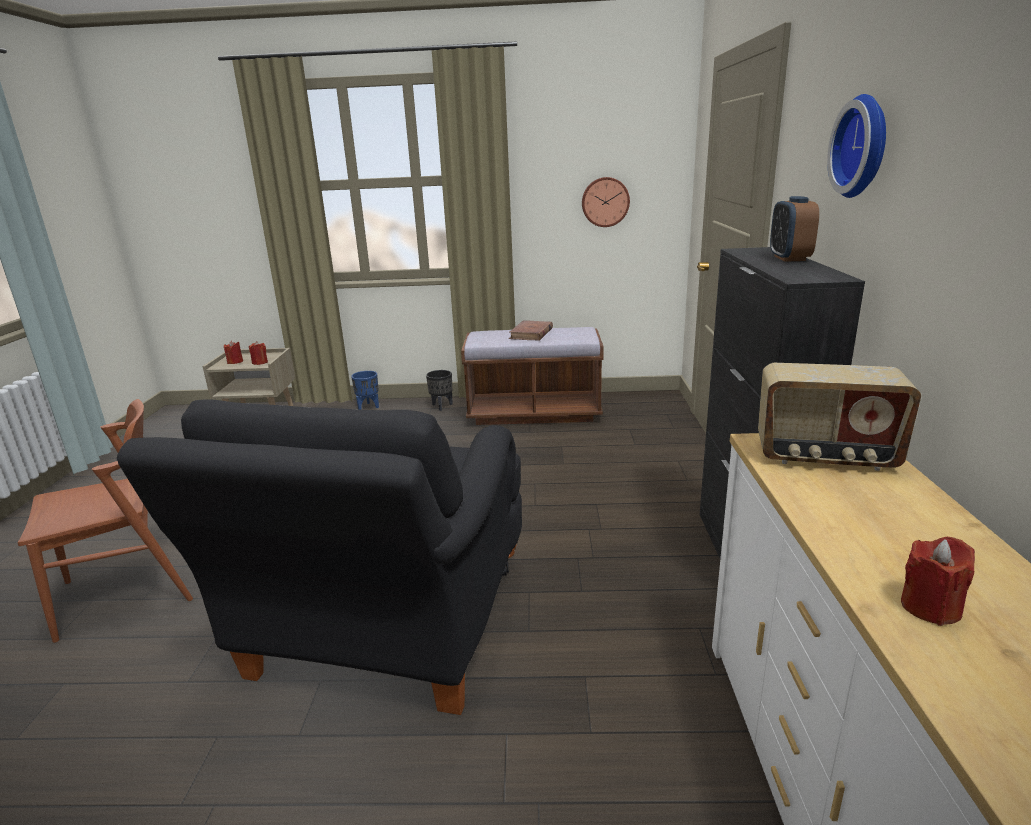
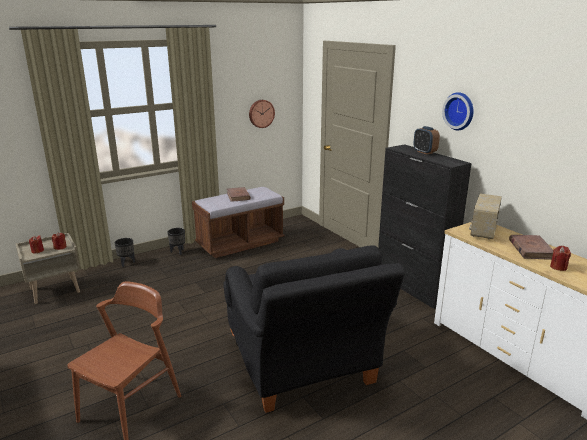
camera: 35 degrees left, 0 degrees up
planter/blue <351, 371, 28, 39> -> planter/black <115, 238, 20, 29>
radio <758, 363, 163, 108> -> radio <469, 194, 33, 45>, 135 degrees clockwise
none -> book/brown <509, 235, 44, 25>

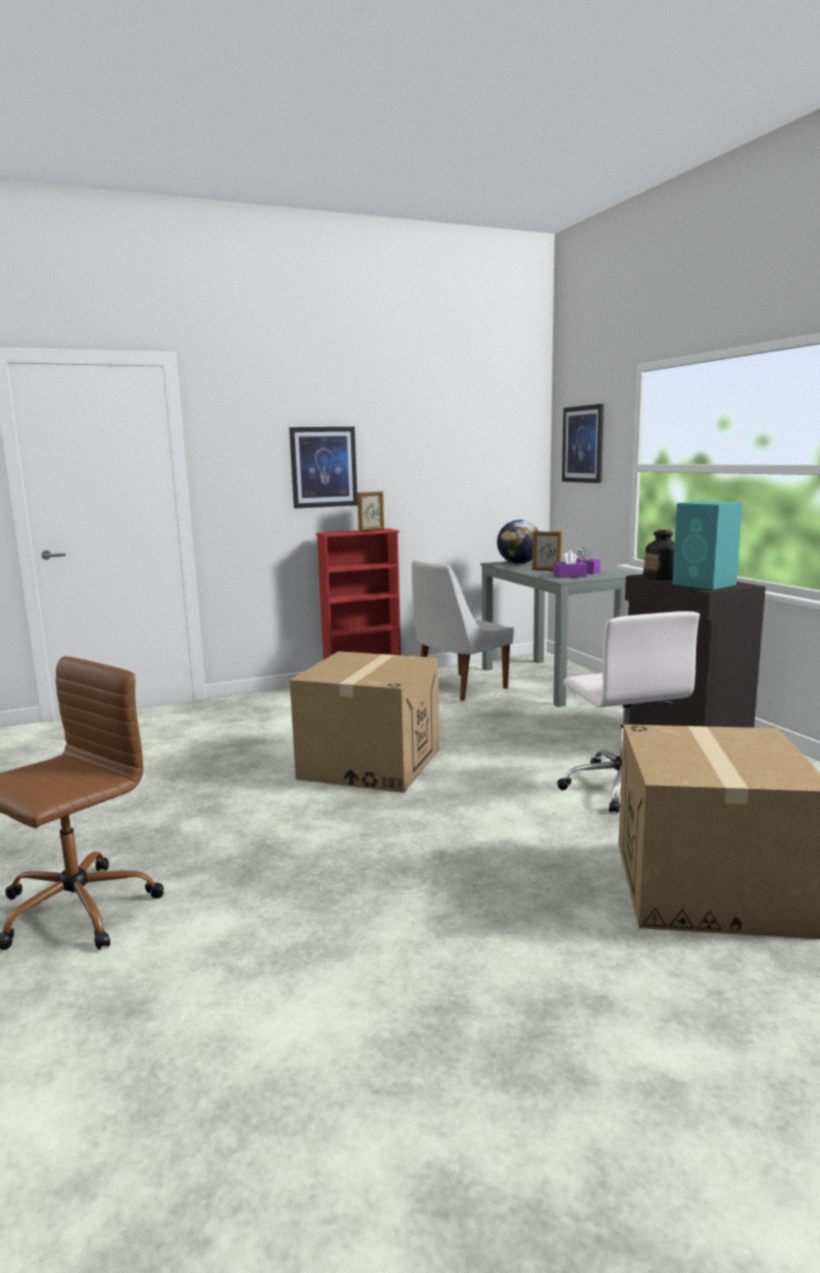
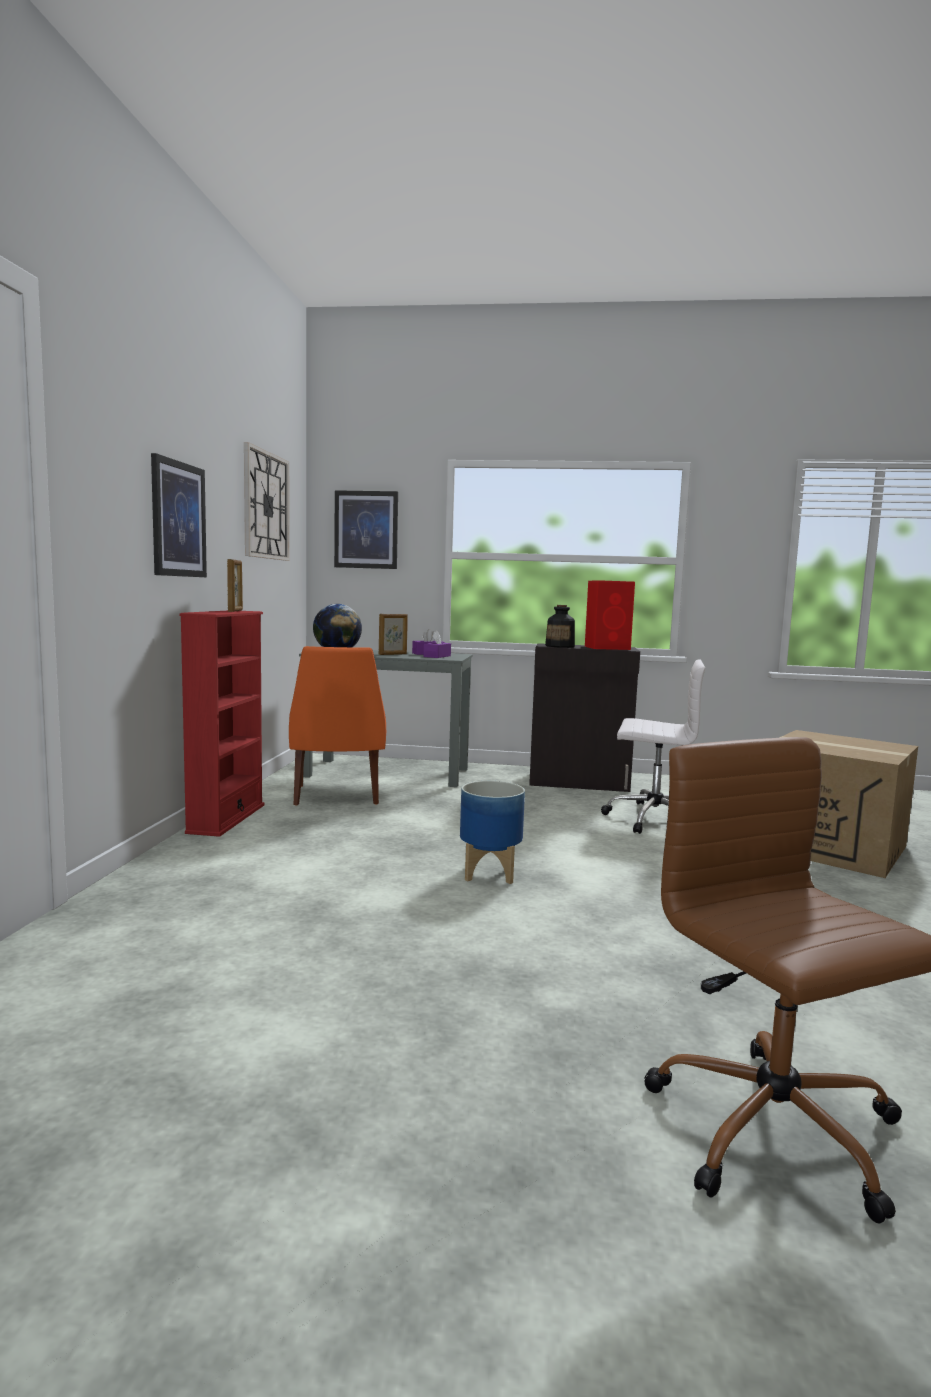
camera: 60 degrees left, 5 degrees down
none -> wall clock <244, 442, 46, 119>
chair/white <412, 560, 102, 141> -> chair/orange <289, 646, 97, 159>
cardboard box <290, 651, 149, 142> -> planter <460, 781, 65, 103>
speaker/turquoise <672, 501, 70, 89> -> speaker/red <585, 580, 50, 70>

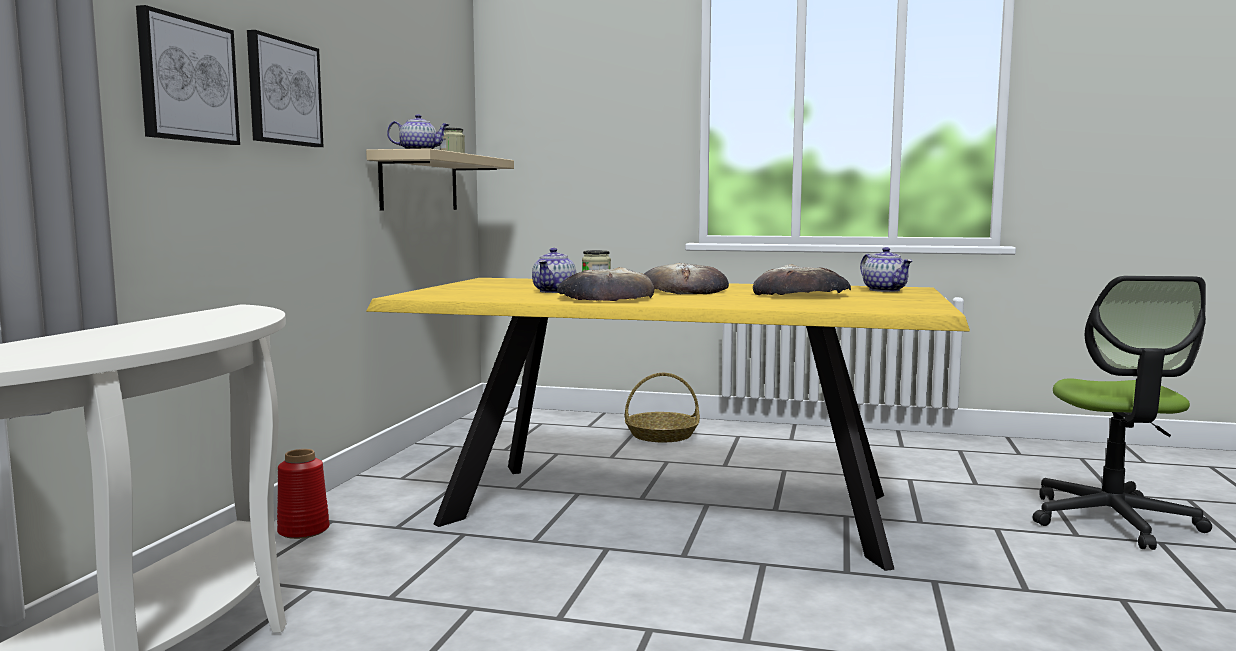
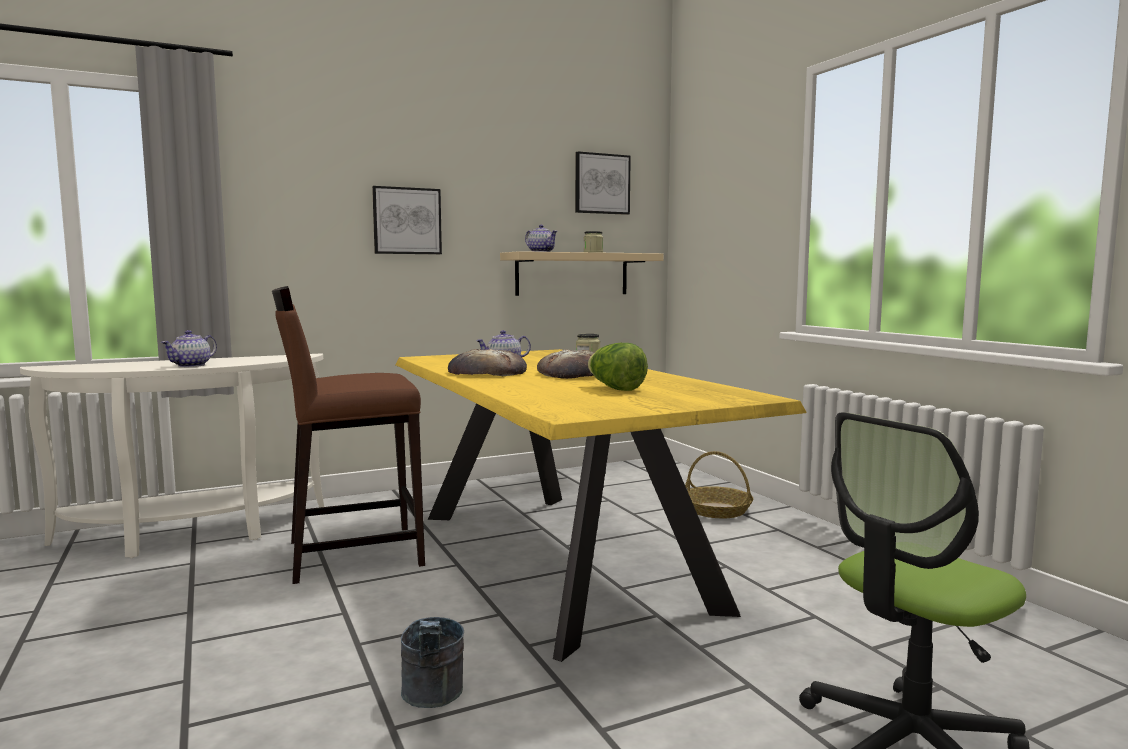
camera: 50 degrees right, 0 degrees up
teapot <860, 247, 53, 45> -> teapot <161, 330, 56, 37>, move
none -> stool/brown <272, 286, 153, 298>
none -> bucket/grey <401, 617, 63, 91>
picture <136, 5, 104, 140> -> picture <575, 151, 56, 64>, move
bread <753, 264, 98, 31> -> lettuce <588, 343, 60, 48>
vase/red <277, 449, 53, 90> -> none

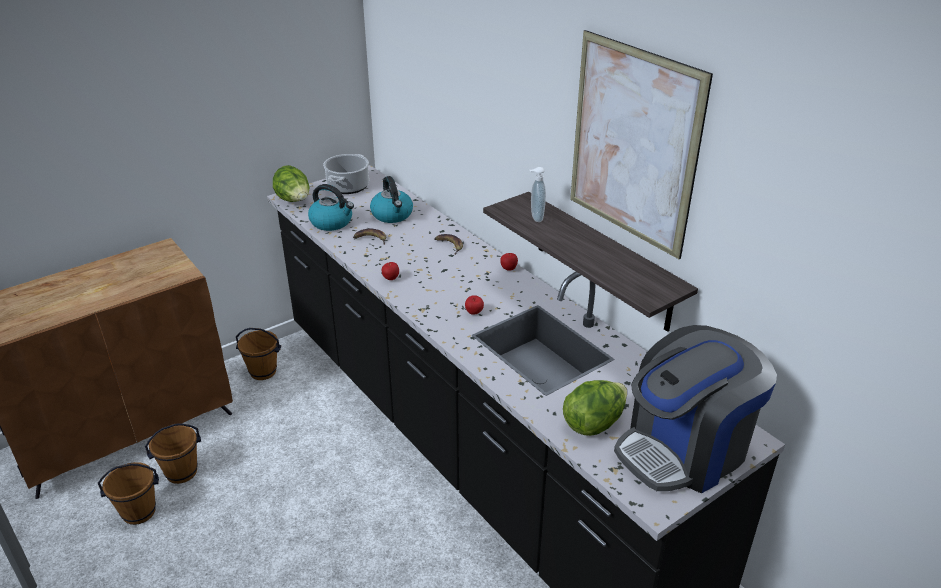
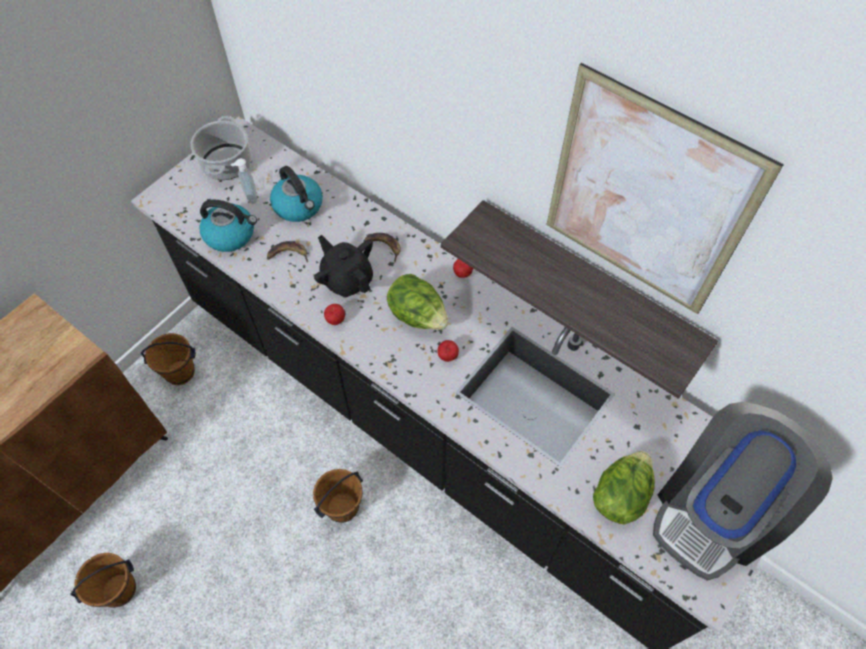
camera: 15 degrees left, 25 degrees up
soap dispenser <530, 167, 16, 55> -> soap dispenser <231, 158, 26, 46>, move
bucket/brown <145, 423, 56, 61> -> bucket/brown <313, 469, 50, 54>, move
none -> teapot/black <314, 235, 59, 62>
lettuce <273, 165, 37, 37> -> lettuce <387, 274, 62, 56>, move

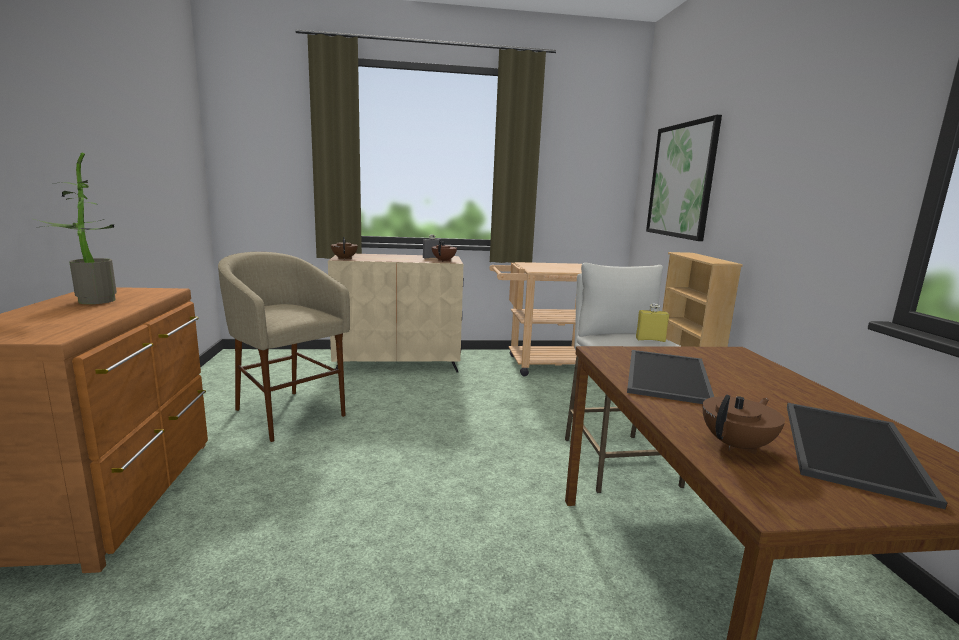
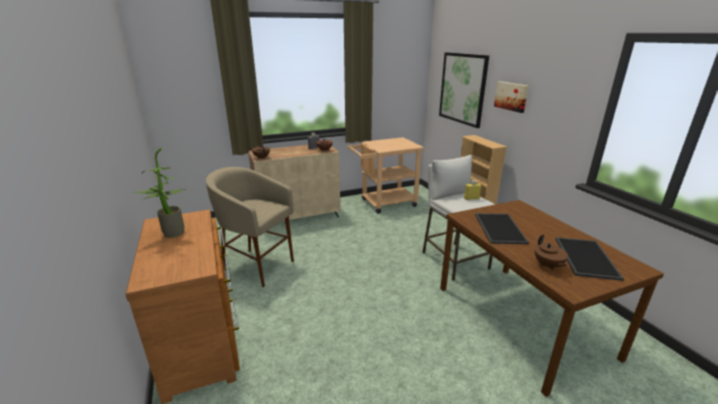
camera: 15 degrees left, 10 degrees up
none -> picture <494, 81, 35, 32>
teapot/brown <702, 394, 83, 61> -> teapot/brown <535, 235, 33, 35>, 135 degrees clockwise

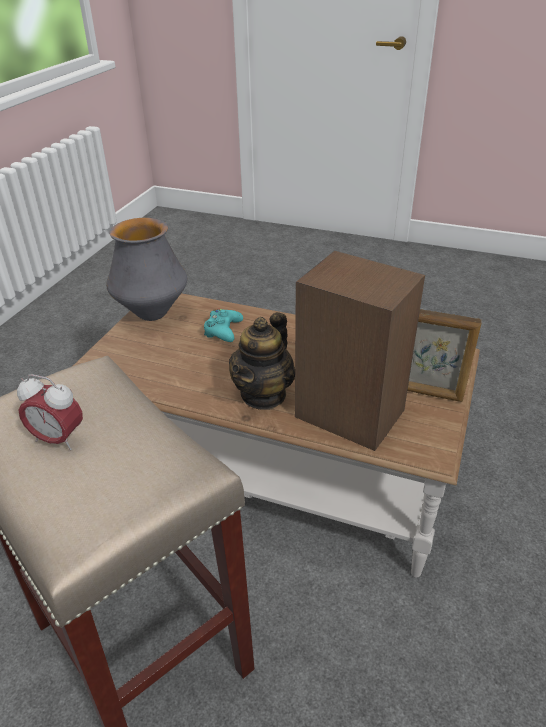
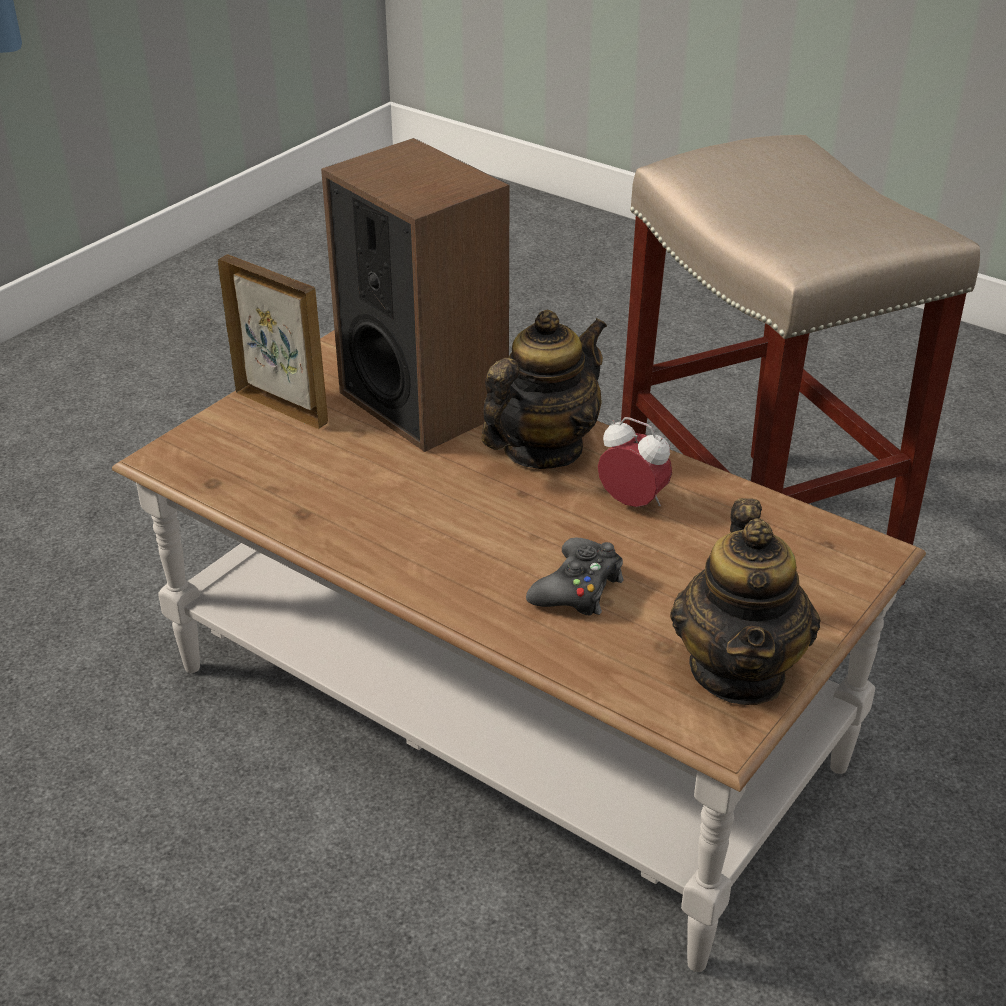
camera: 165 degrees left, 0 degrees up
game controller/turquoise <204, 309, 39, 33> -> game controller/black <526, 538, 98, 78>
alarm clock <17, 374, 66, 76> -> alarm clock <598, 417, 74, 90>, move
vase <106, 218, 81, 103> -> teapot <670, 498, 151, 207>

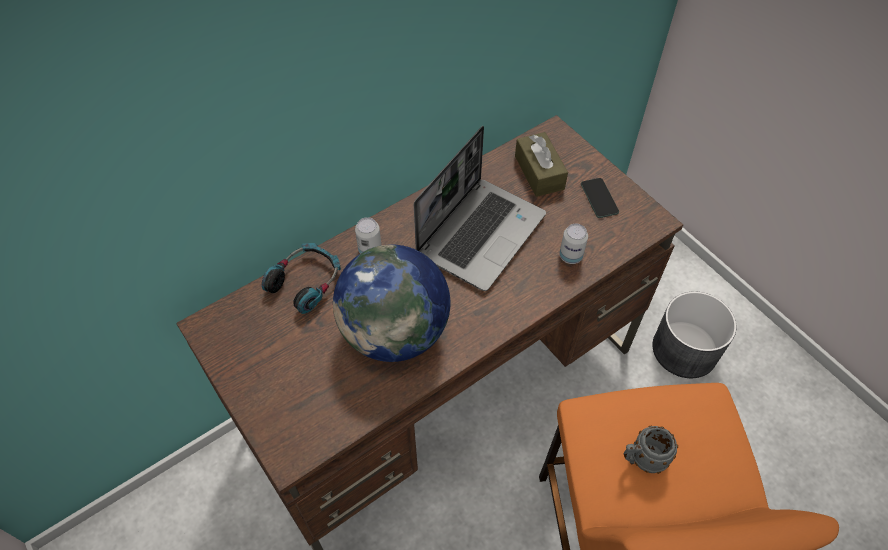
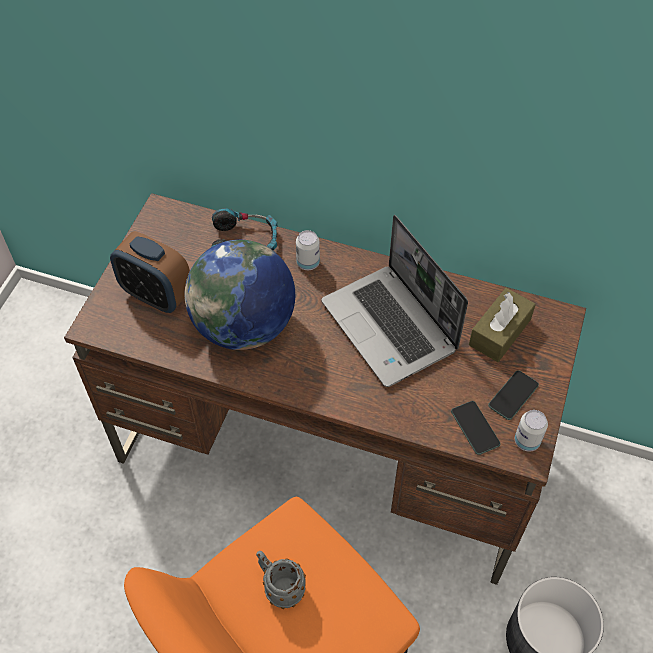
camera: 55 degrees right, 0 degrees up
none -> alarm clock <110, 231, 80, 82>
laptop <414, 126, 132, 165> -> laptop <322, 215, 146, 172>, 60 degrees clockwise
none -> phone <451, 401, 49, 54>
can <559, 224, 29, 40> -> can <515, 410, 33, 41>, move

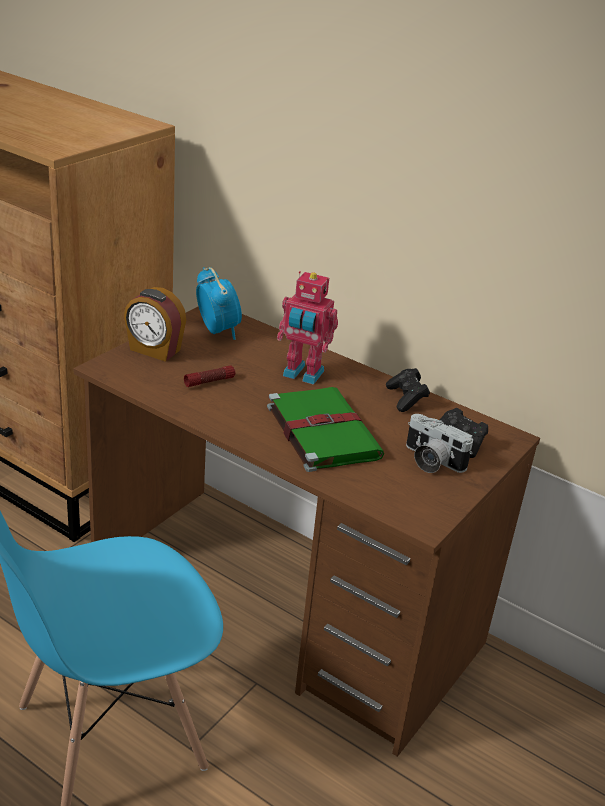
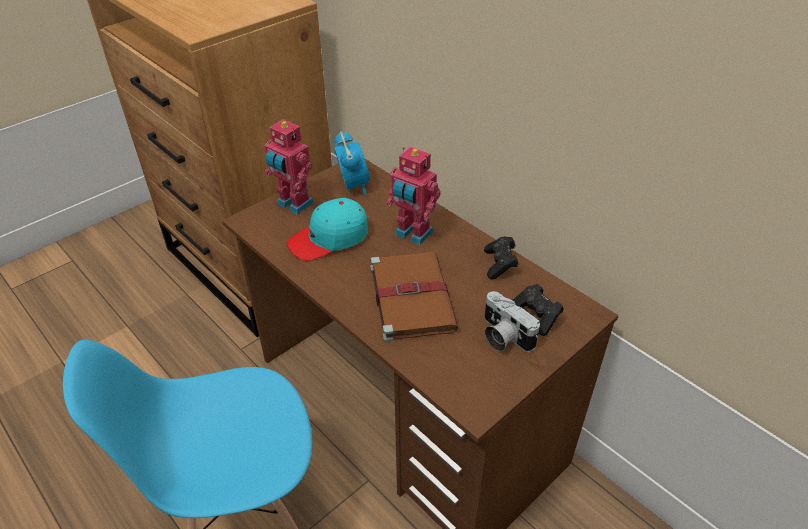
camera: 15 degrees right, 10 degrees up
alarm clock <124, 287, 62, 75> -> toy robot <264, 119, 50, 95>
flashlight <184, 365, 51, 22> -> cap/turquoise <287, 198, 81, 63>
book/green <267, 387, 117, 85> -> book/brown <370, 252, 88, 90>

